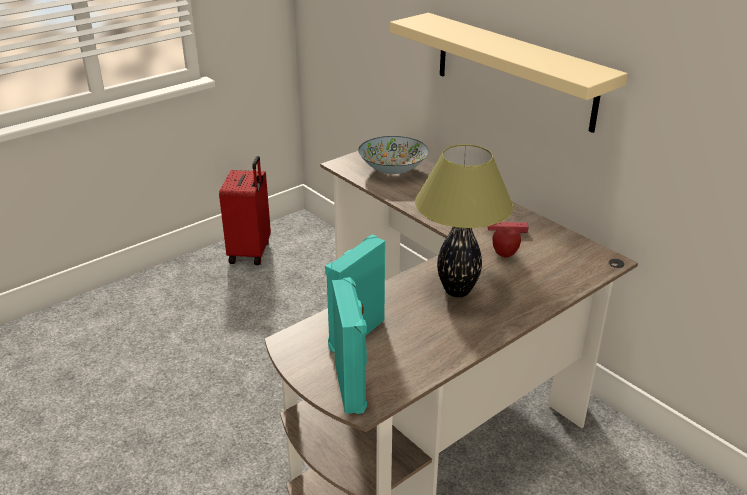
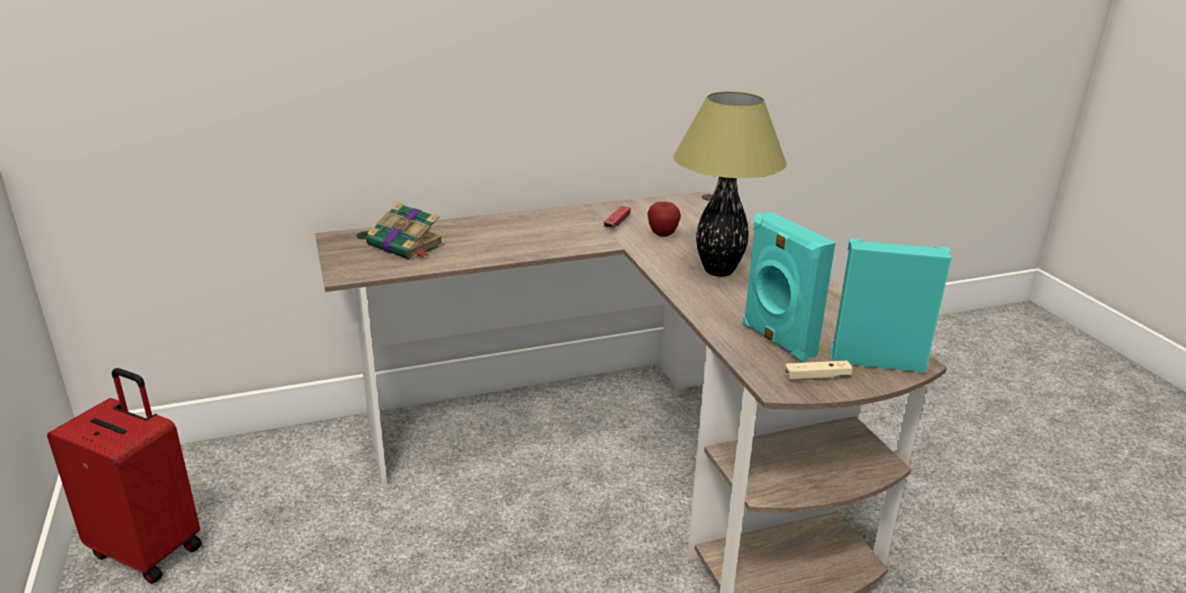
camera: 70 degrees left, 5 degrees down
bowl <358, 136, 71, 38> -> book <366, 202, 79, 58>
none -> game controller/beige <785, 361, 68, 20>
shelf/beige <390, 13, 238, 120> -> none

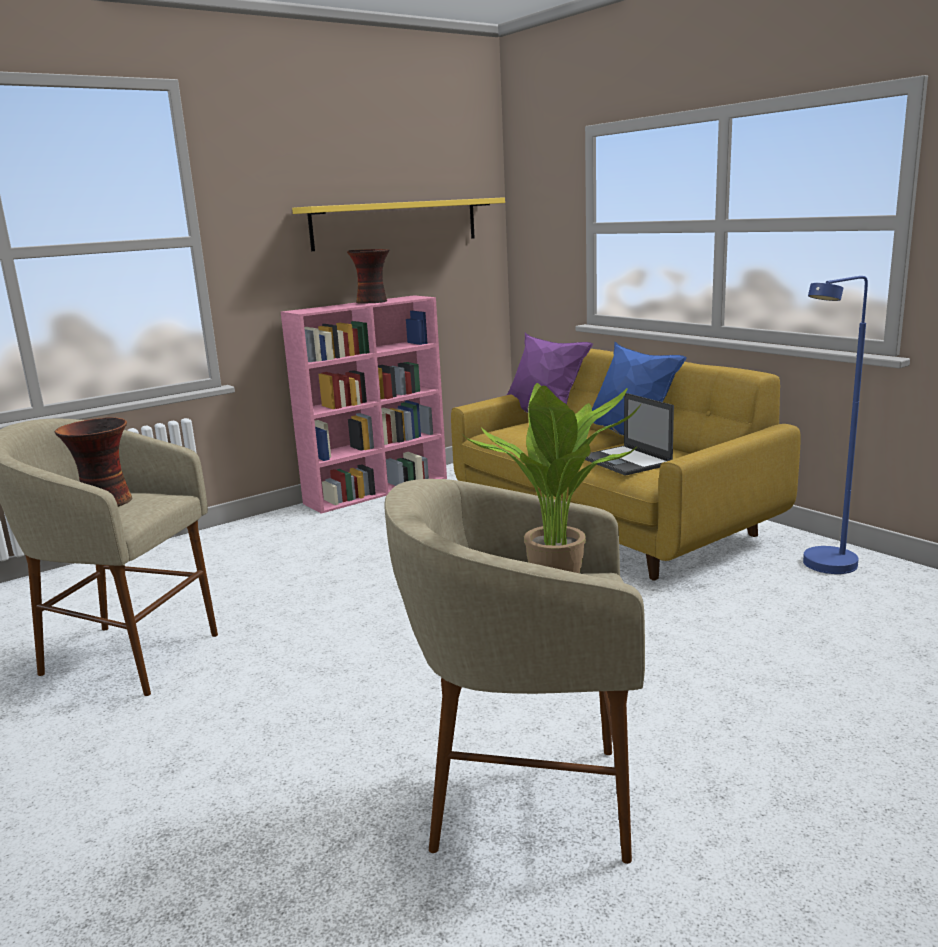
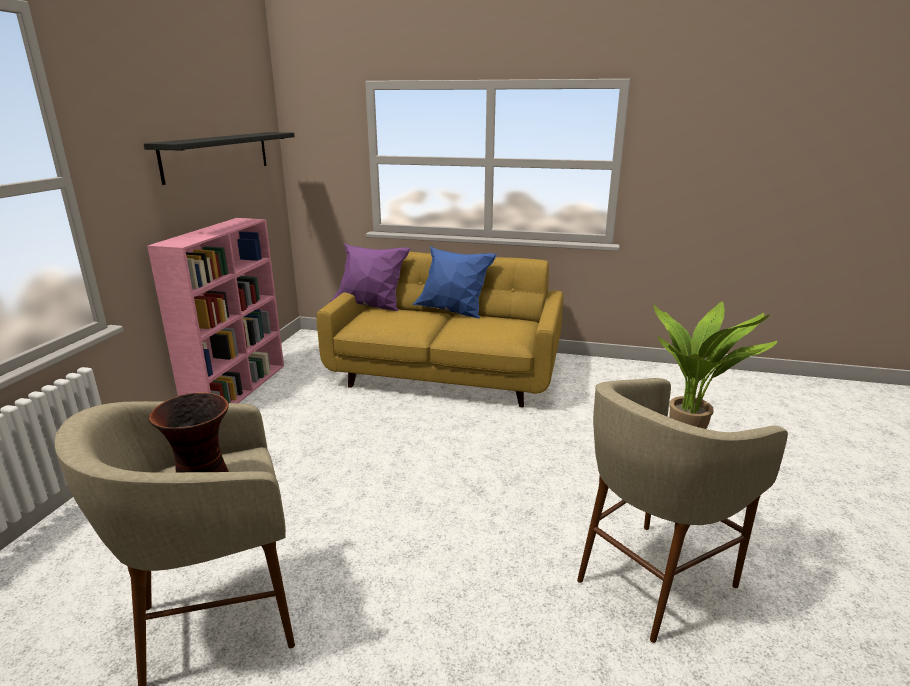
camera: 40 degrees left, 5 degrees up
shelf/yellow <292, 197, 213, 54> -> shelf/black <144, 132, 151, 53>
vase <347, 249, 42, 55> -> none
laptop <585, 393, 89, 83> -> none
floor lamp/blue <803, 276, 65, 298> -> none

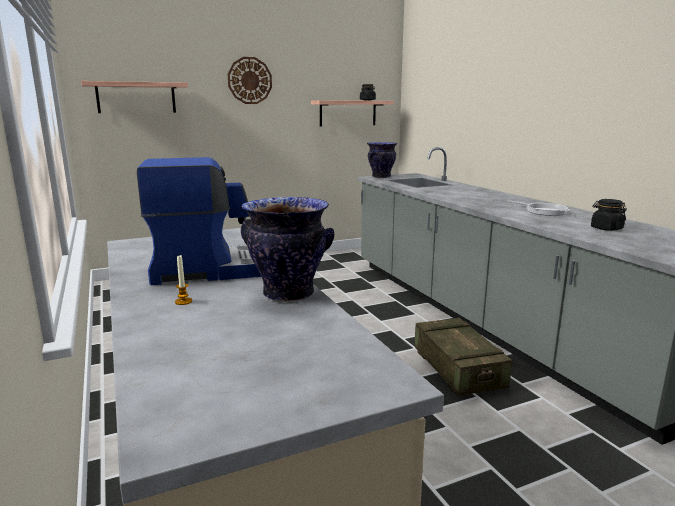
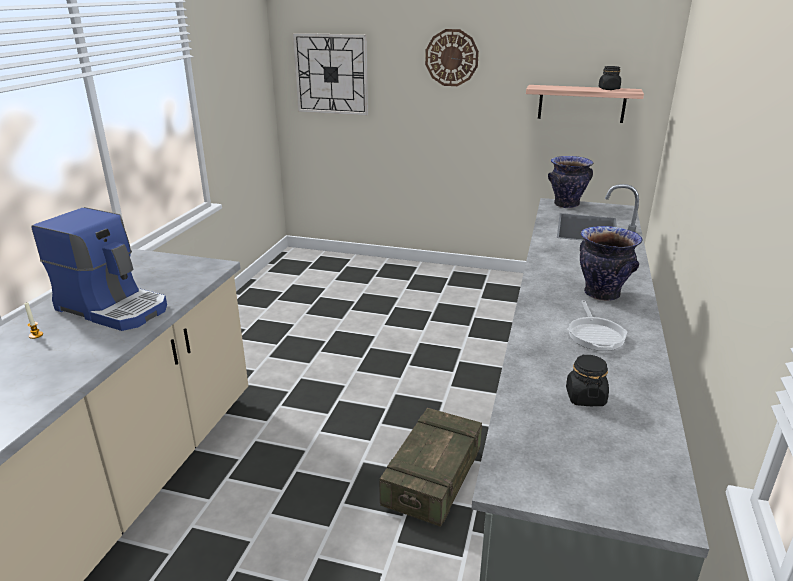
camera: 40 degrees right, 10 degrees up
shelf <81, 81, 107, 32> -> wall clock <293, 33, 75, 82>
vase <241, 197, 93, 105> -> vase <580, 226, 62, 75>, move

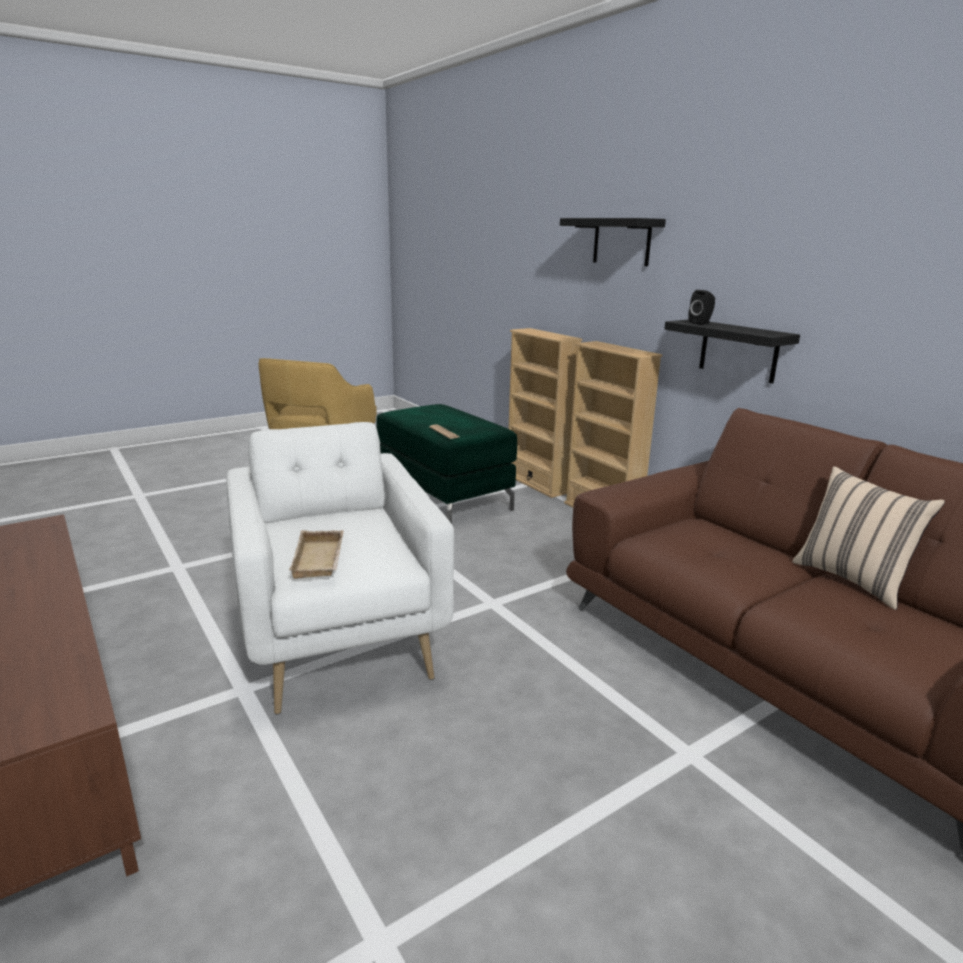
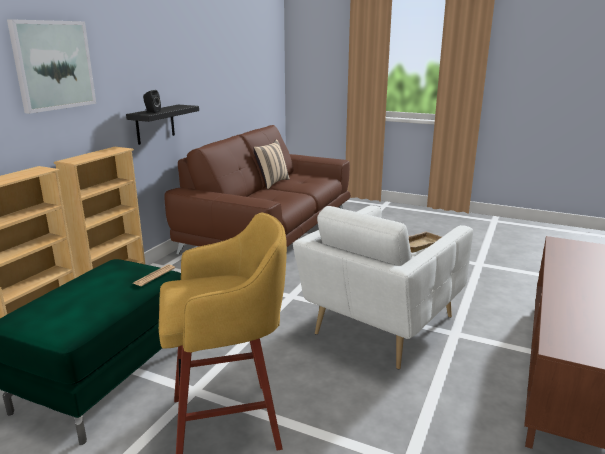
camera: 120 degrees left, 0 degrees up
shelf/black <560, 218, 106, 48> -> picture <7, 19, 89, 95>

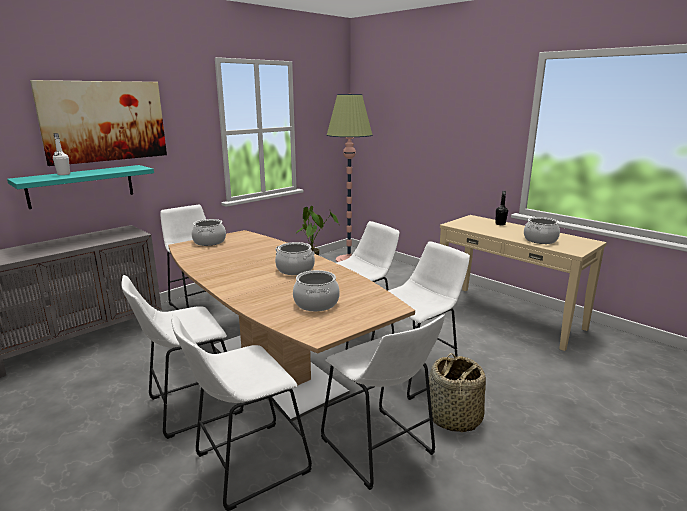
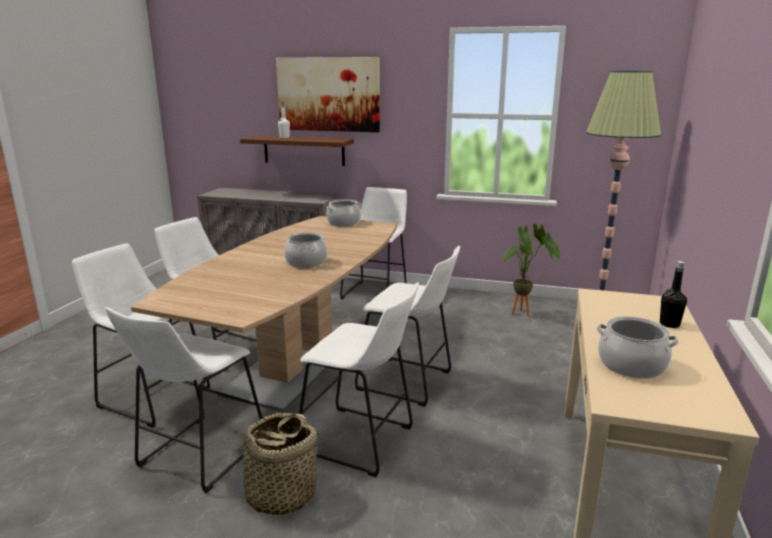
camera: 60 degrees right, 0 degrees up
shelf/turquoise <7, 165, 147, 44> -> shelf/brown <240, 136, 114, 30>
cooking pot <293, 270, 47, 42> -> none

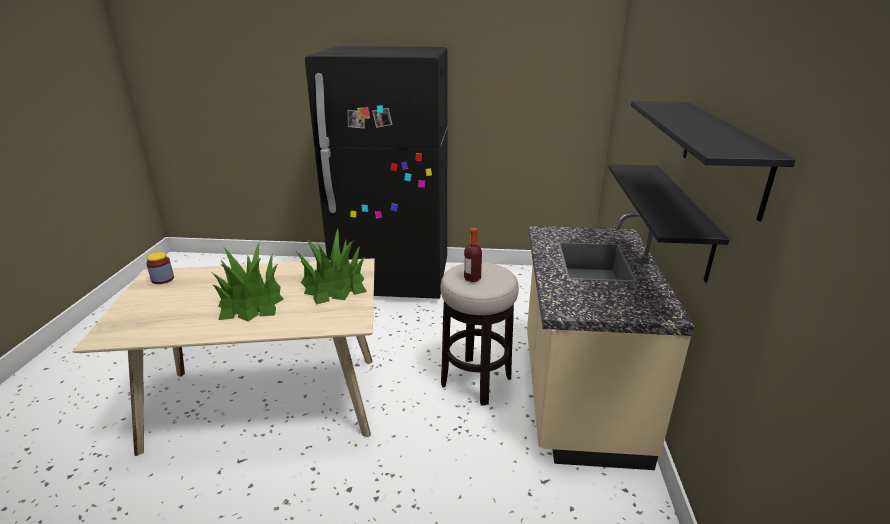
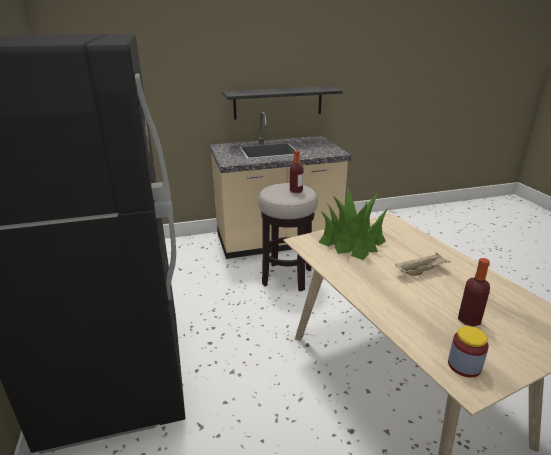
camera: 110 degrees left, 0 degrees up
potted plant <213, 242, 71, 80> -> tray/beige <395, 253, 56, 23>
none -> bottle <458, 258, 32, 69>
shelf/black <631, 101, 165, 120> -> none

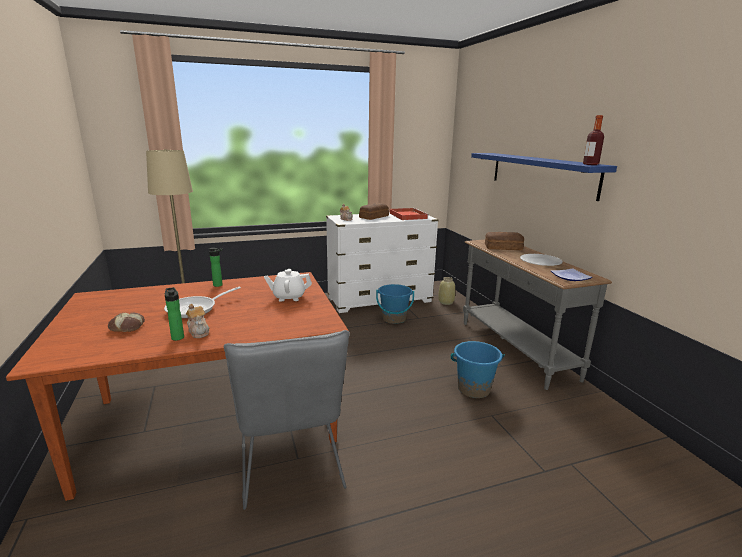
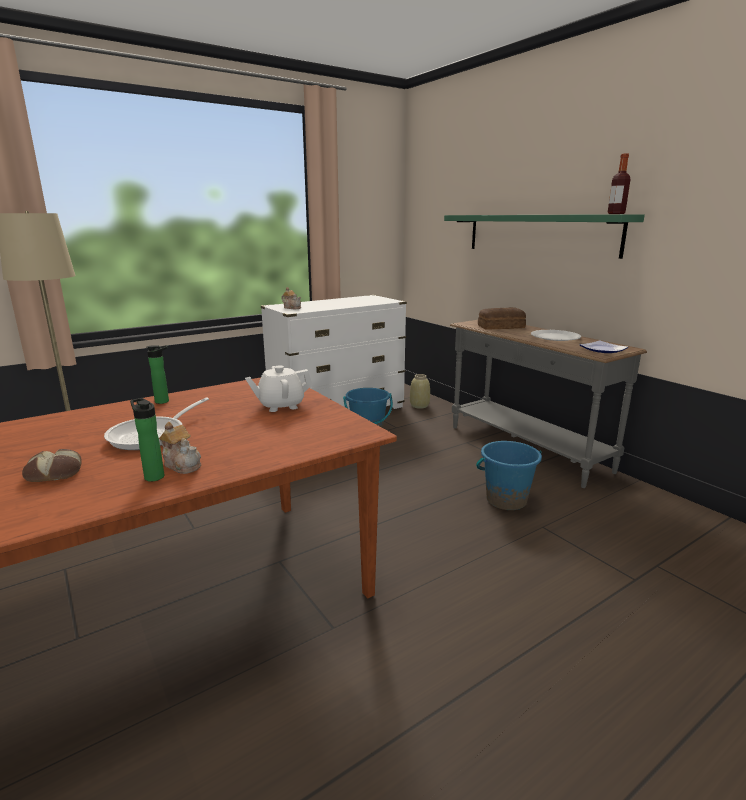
camera: 15 degrees left, 0 degrees up
shelf/blue <471, 153, 146, 48> -> shelf/green <444, 214, 201, 45>
chair/grey <224, 330, 126, 180> -> none
bread <359, 203, 30, 17> -> none
tray/red <390, 208, 39, 12> -> none

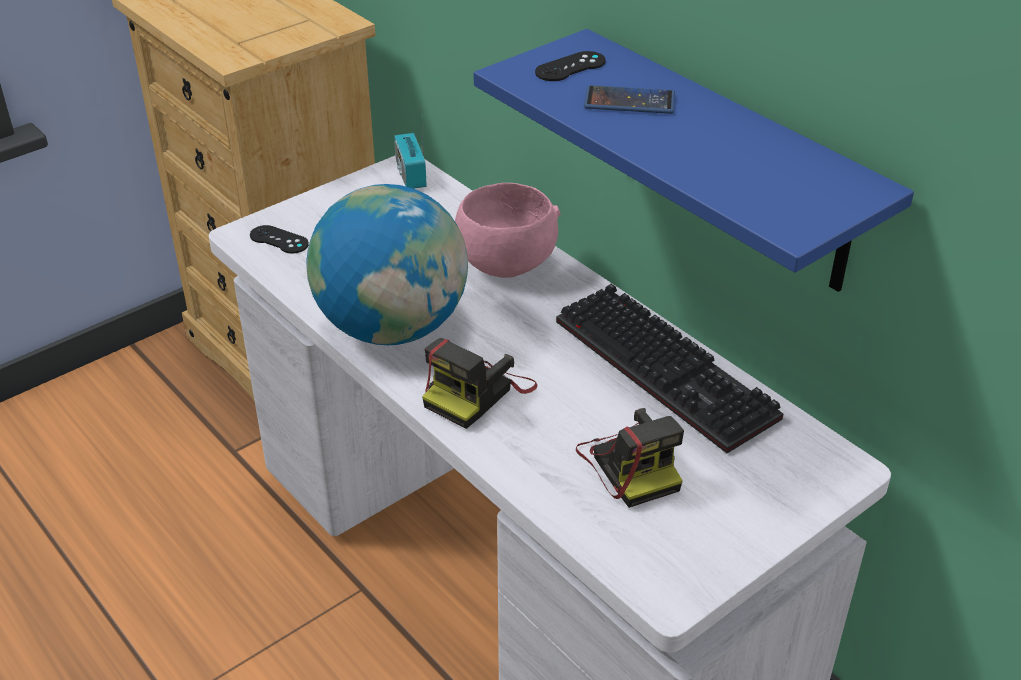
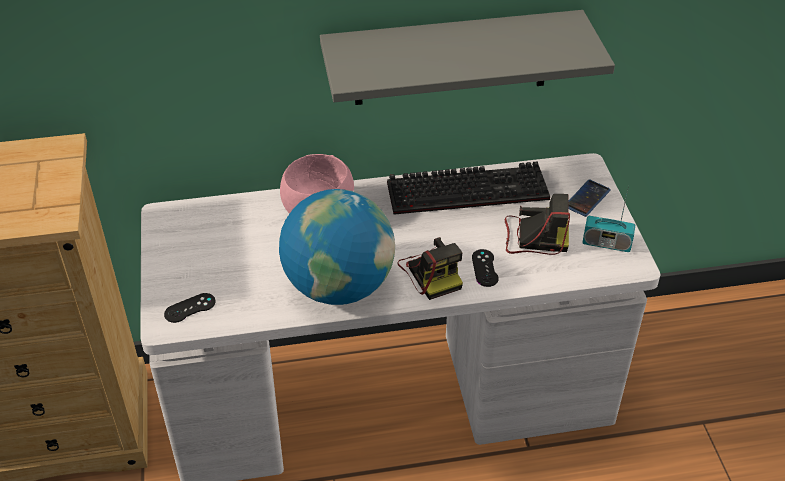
camera: 60 degrees left, 5 degrees up
shelf/blue <474, 29, 440, 263> -> shelf/grey <320, 10, 295, 95>
game controller/black <535, 51, 71, 30> -> game controller/black <472, 249, 27, 38>, move
phone <584, 85, 91, 29> -> phone <568, 179, 43, 38>, move
radio <394, 113, 33, 76> -> radio <582, 186, 53, 66>, move

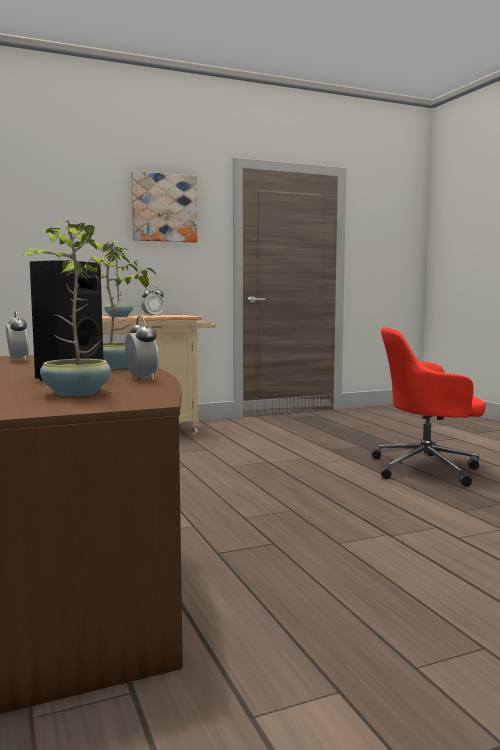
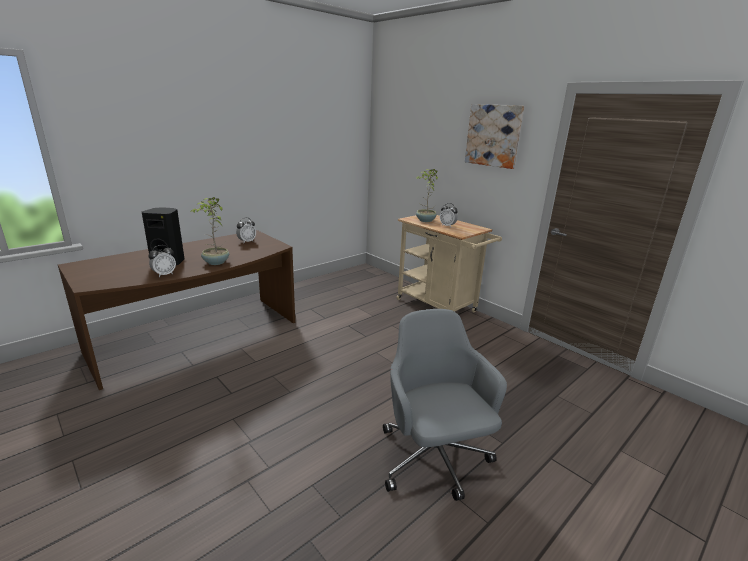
camera: 70 degrees right, 15 degrees up
office chair/red <371, 327, 115, 160> -> office chair/grey <383, 309, 124, 192>
potted plant <20, 221, 91, 175> -> none

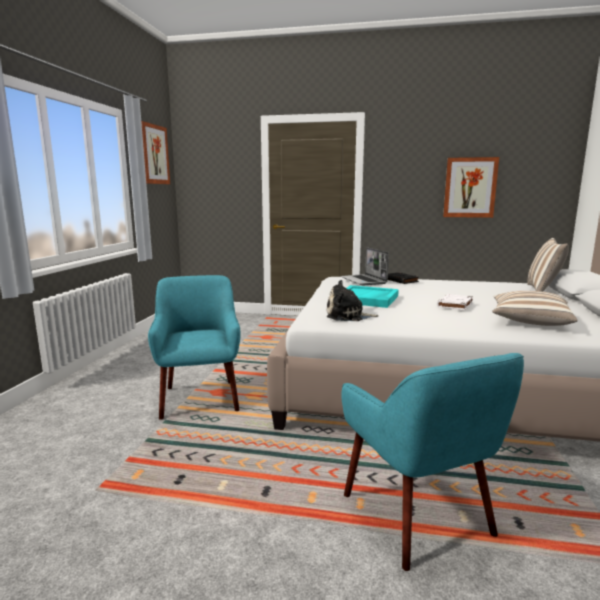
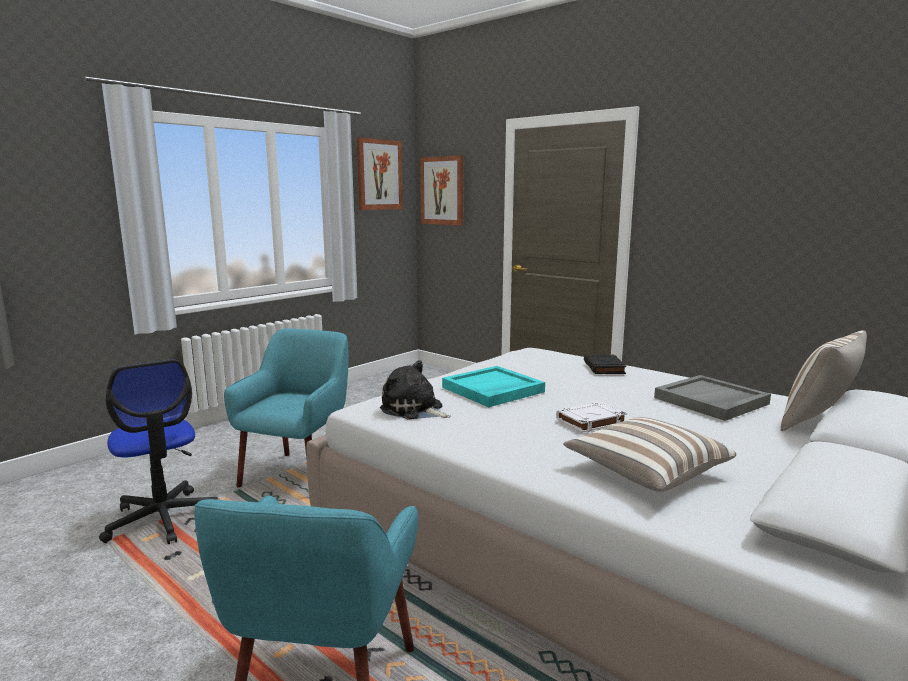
camera: 30 degrees right, 0 degrees up
none -> office chair <99, 359, 119, 185>
picture <443, 157, 56, 61> -> picture <420, 155, 44, 71>, move
none -> tray/grey <654, 375, 117, 46>
laptop <341, 247, 48, 39> -> none

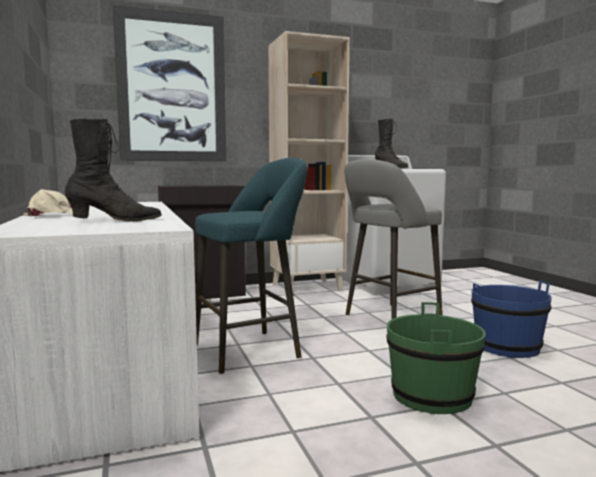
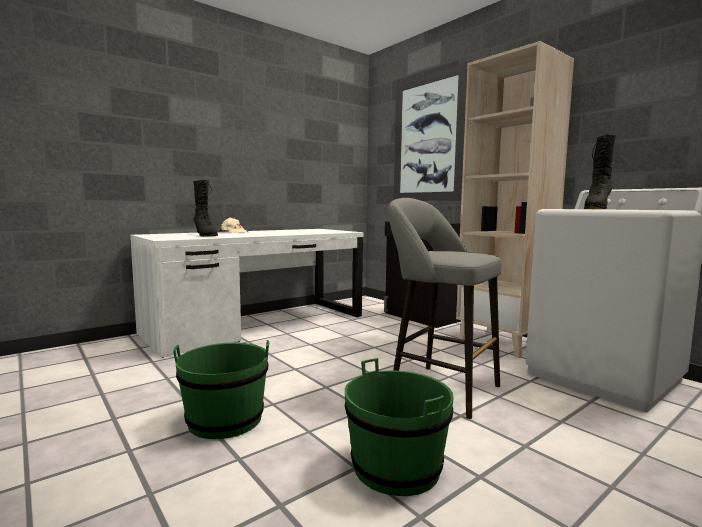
camera: 70 degrees right, 0 degrees up
bucket/blue <471, 280, 80, 78> -> bucket/green <344, 358, 110, 138>
stool/turquoise <195, 157, 112, 217> -> none

